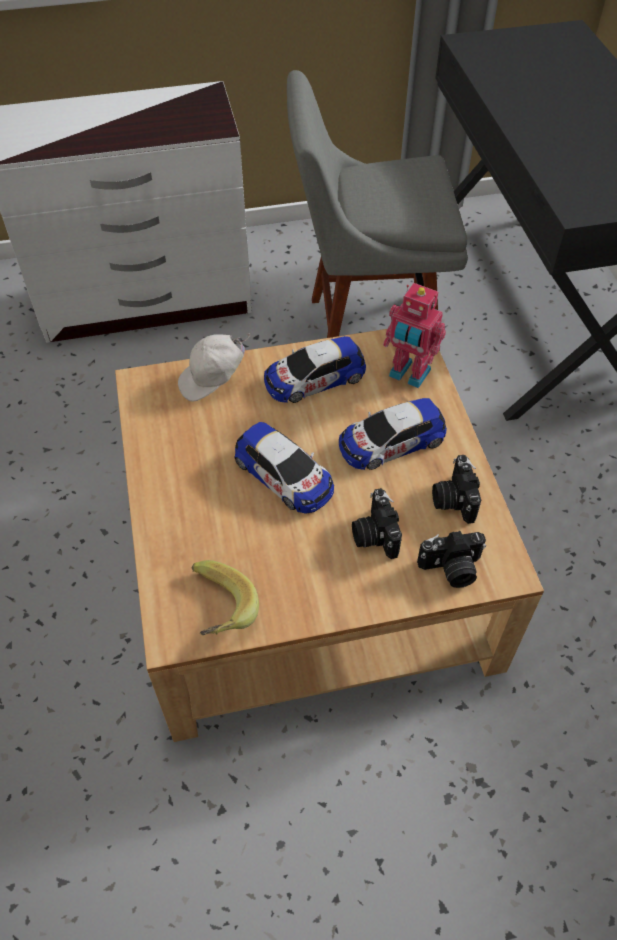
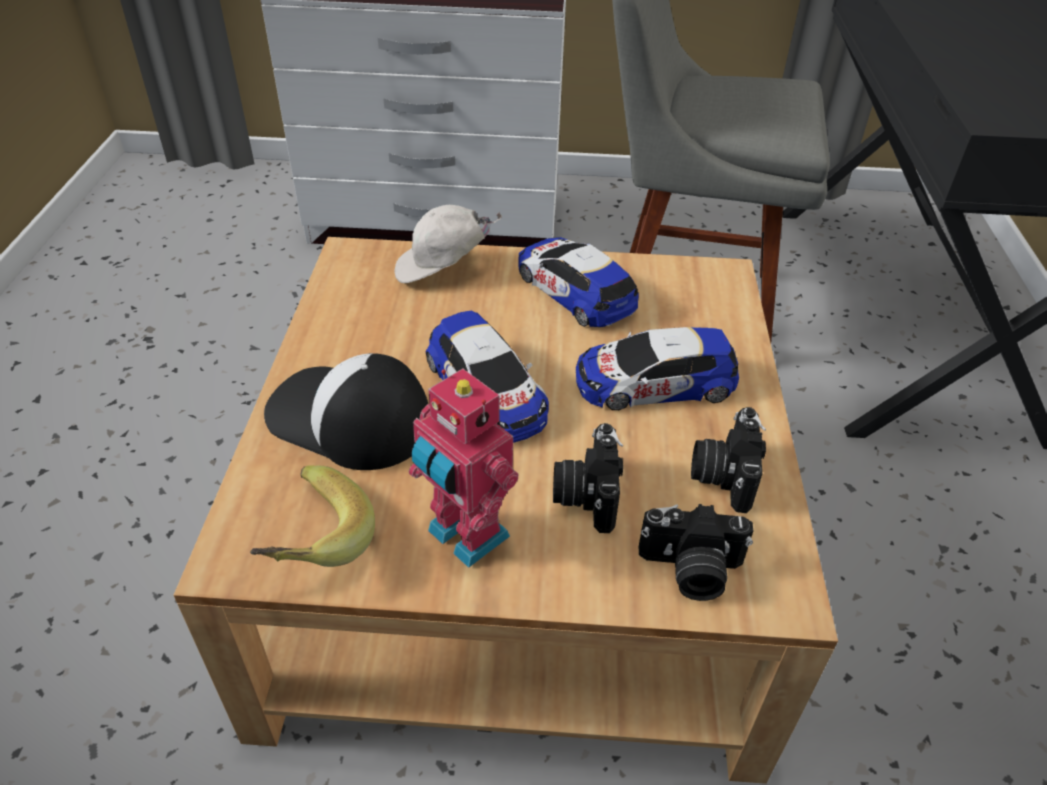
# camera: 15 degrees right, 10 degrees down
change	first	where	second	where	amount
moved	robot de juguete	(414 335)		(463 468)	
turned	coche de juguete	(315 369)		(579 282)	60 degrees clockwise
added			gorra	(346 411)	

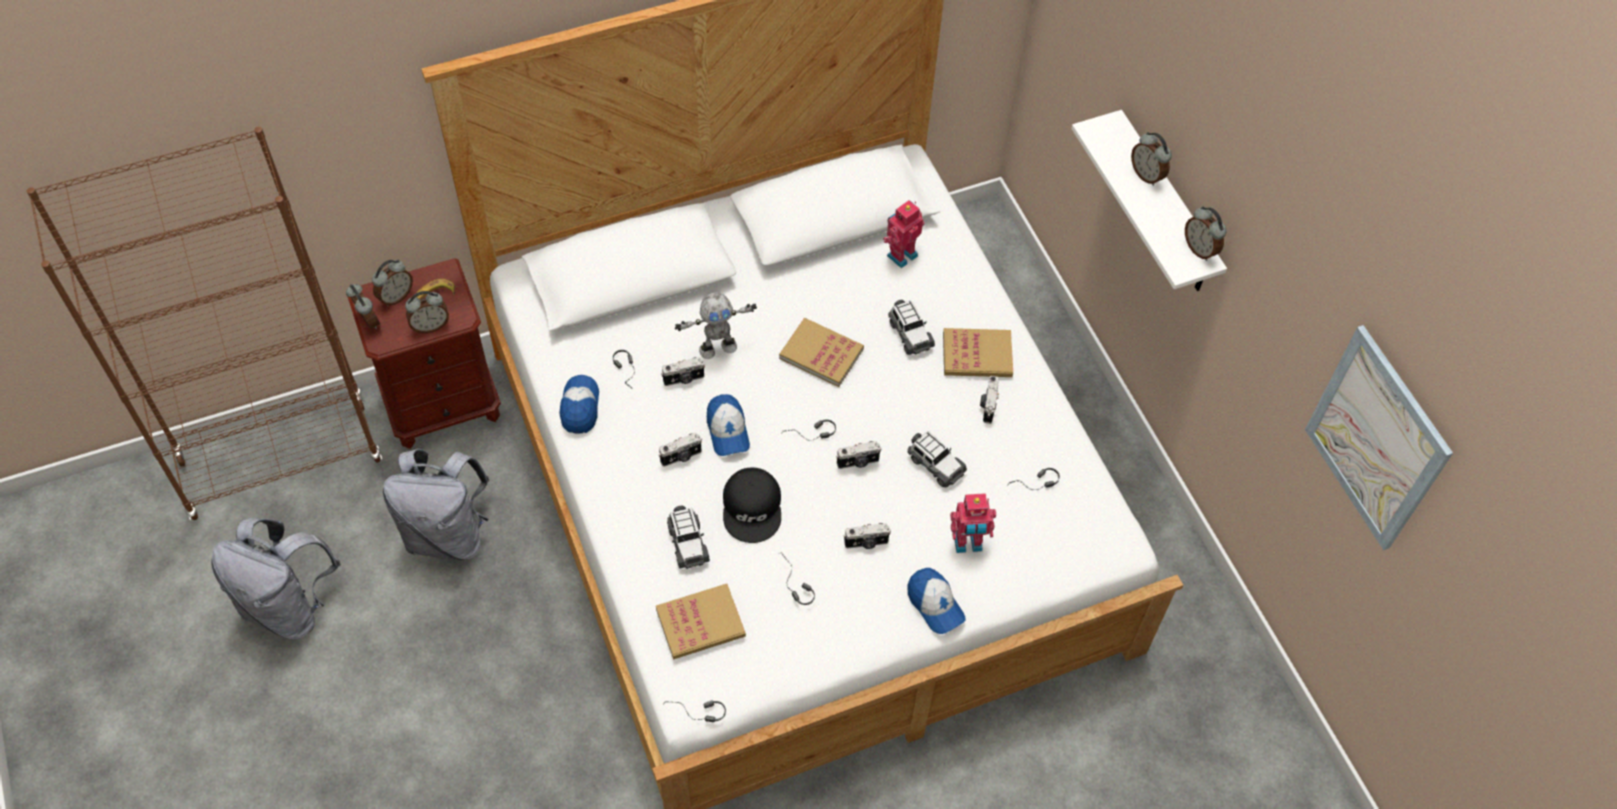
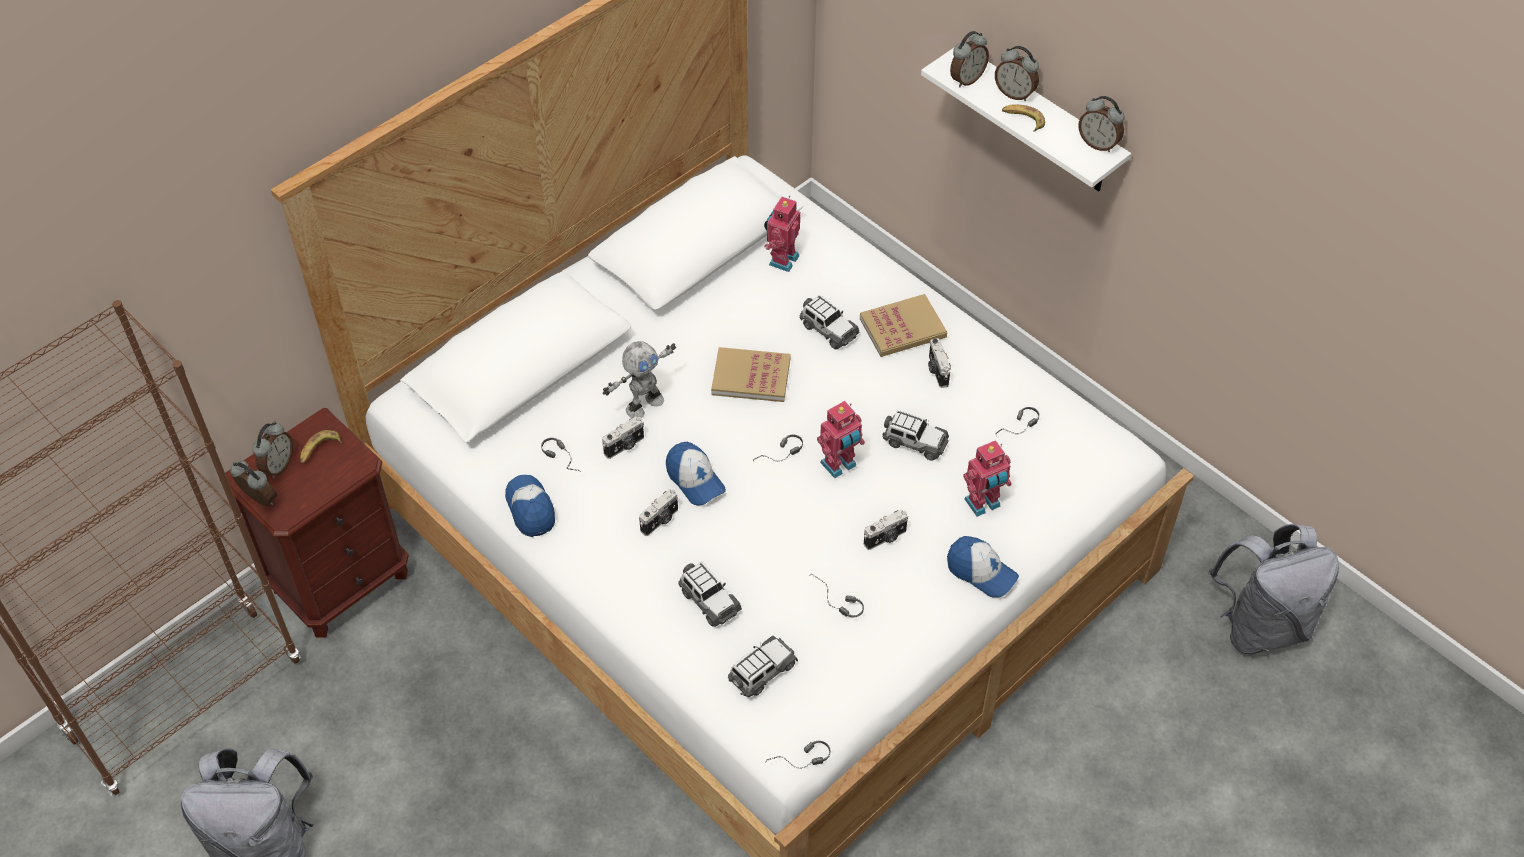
# camera: 20 degrees left, 5 degrees down
change	first	where	second	where	amount
moved	despertador	(427 312)		(969 59)	
removed	cuadro	(1379 437)			
replaced	cámara	(858 455)	robot de juguete	(841 439)	
moved	mochila/gris	(436 504)		(1273 589)	
removed	gorra/negro	(752 505)			
replaced	libro	(701 622)	coche de juguete	(763 666)	
added			plátano	(1023 118)	

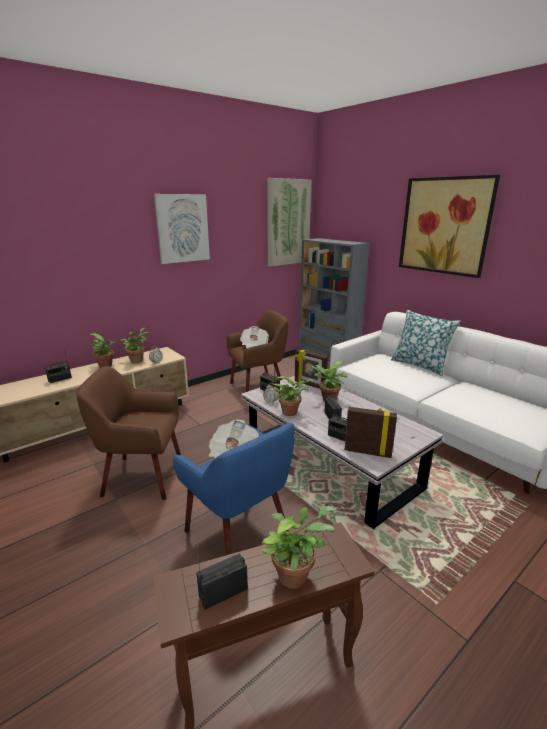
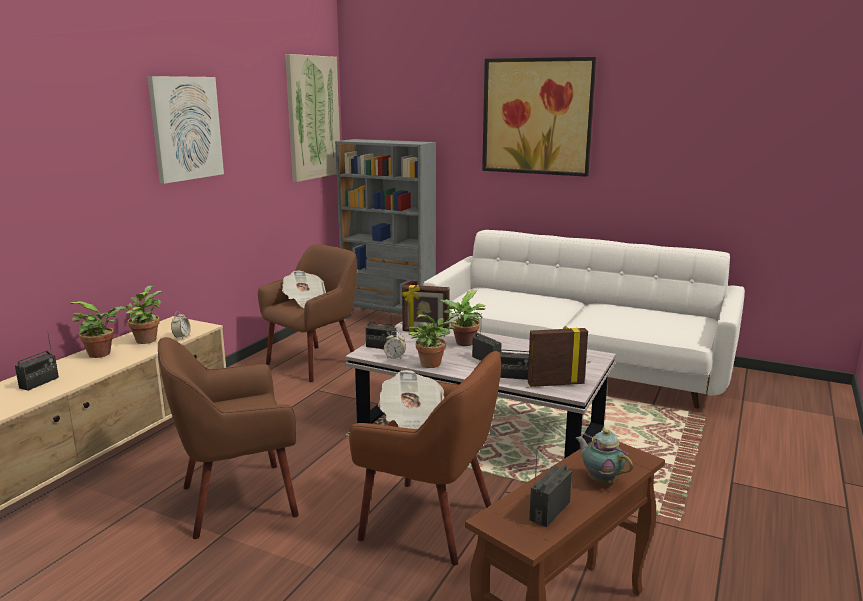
# camera: 25 degrees left, 5 degrees down
change	first	where	second	where	amount
removed	cojín	(426 343)			
recoloured	sillón/azul	(234 489)	sillón/marrón	(425 458)	
replaced	planta en maceta	(299 547)	tetera	(604 456)	

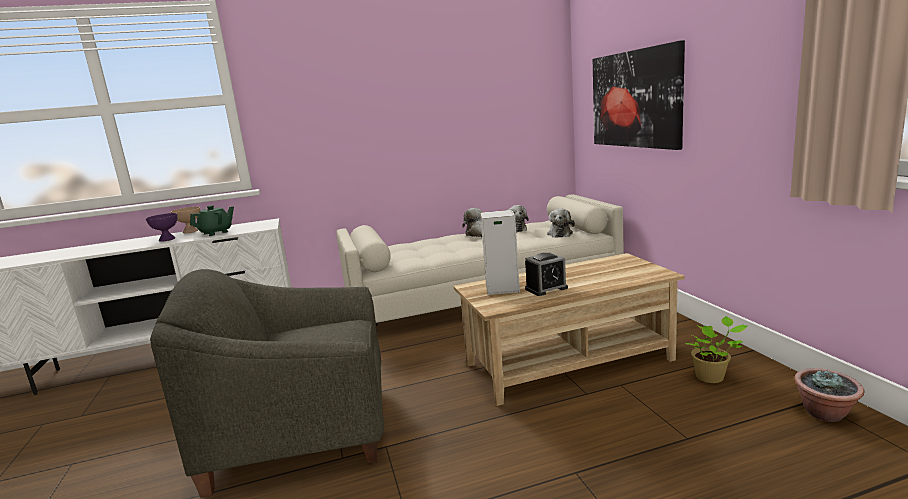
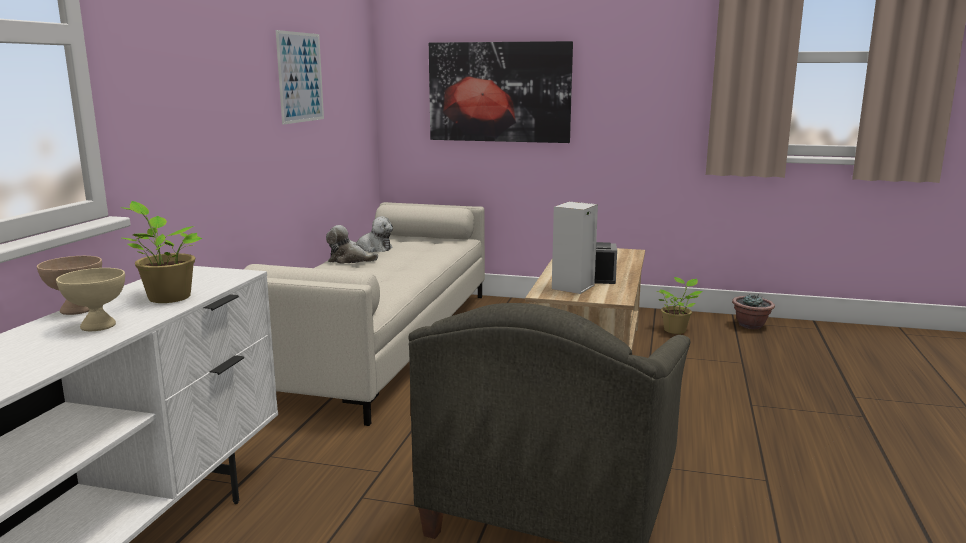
# camera: 60 degrees left, 0 degrees up
change	first	where	second	where	amount
replaced	tetera/verde	(212 220)	planta en maceta	(161 252)	
removed	peluche	(561 223)			
recoloured	cuenco/morado	(161 227)	cuenco/beis	(90 299)	
added			cuadro	(300 77)	

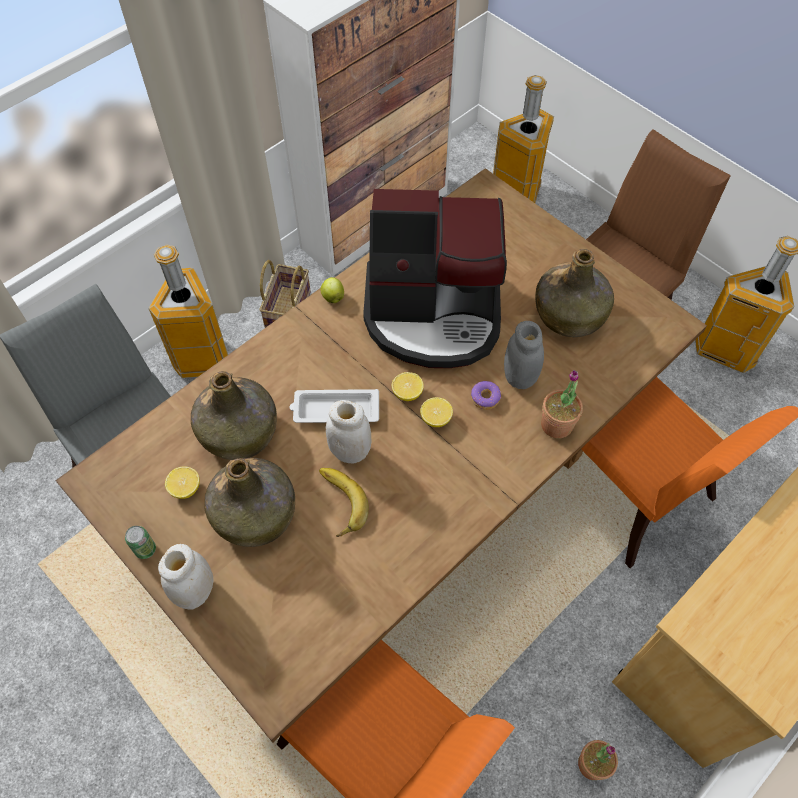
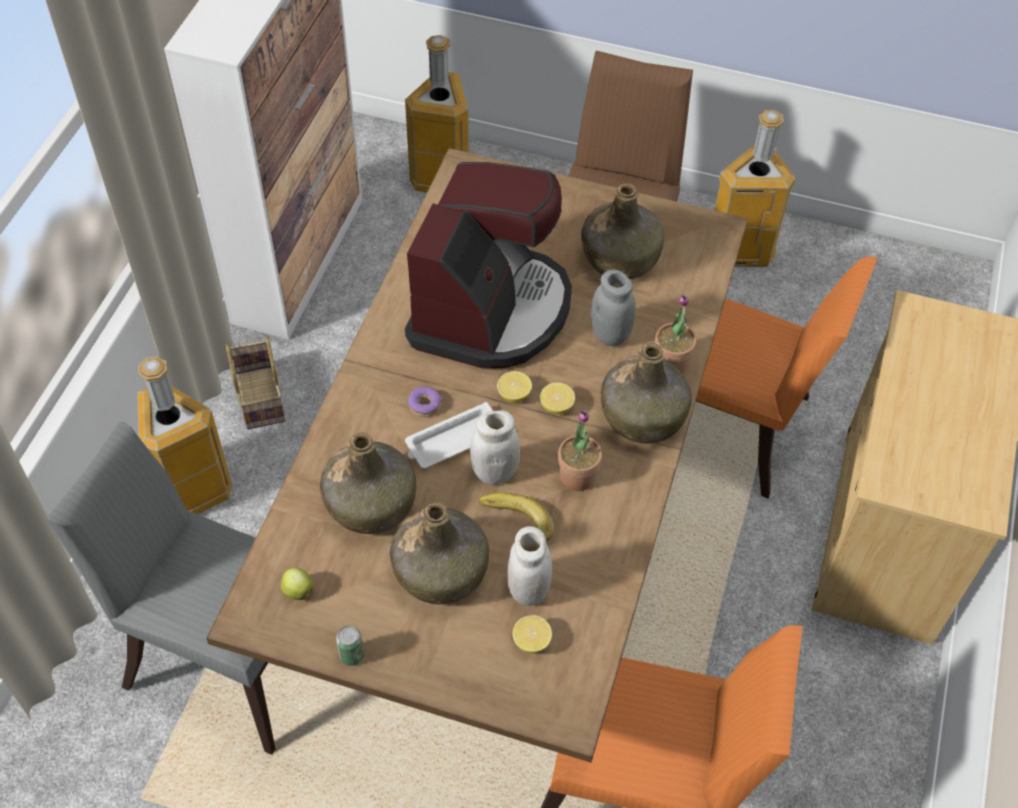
# camera: 30 degrees left, 5 degrees down
change	first	where	second	where	amount
turned	cafetera	(435 278)		(488 265)	45 degrees counterclockwise
moved	manzana	(332 290)		(297 584)	
moved	rosquilla	(486 395)		(425 401)	
moved	limón	(182 482)		(532 634)	
moved	tarro/blanco	(185 577)		(529 566)	
moved	planta en maceta	(598 760)		(580 450)	
added			botella/verde	(646 393)	

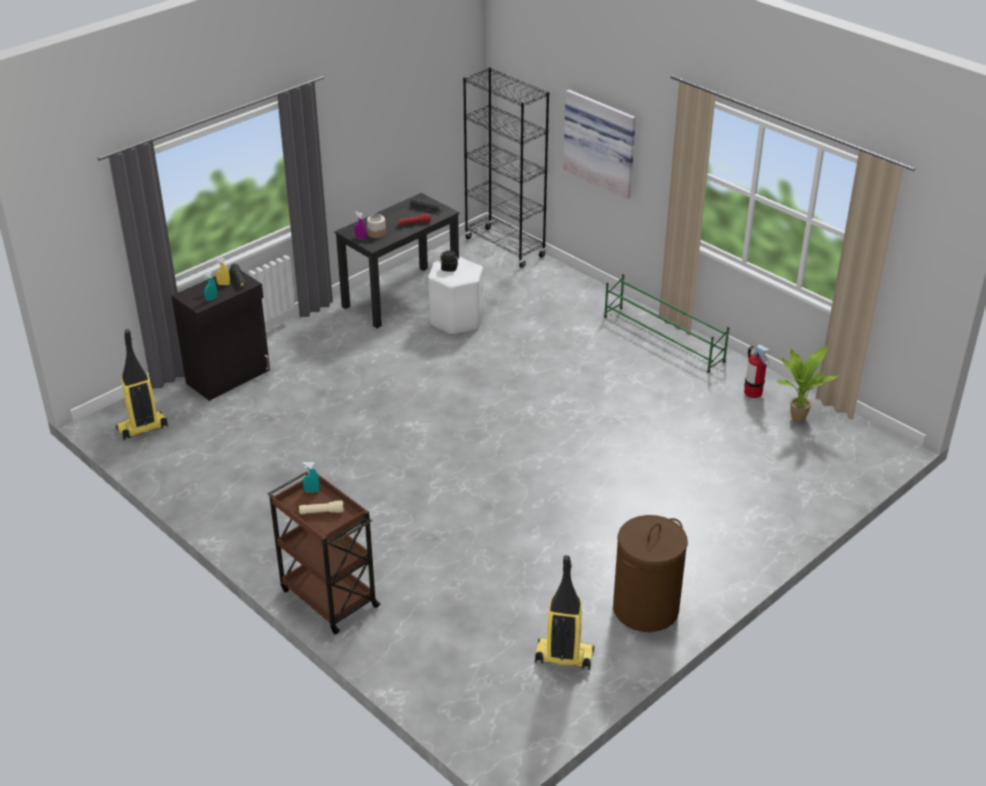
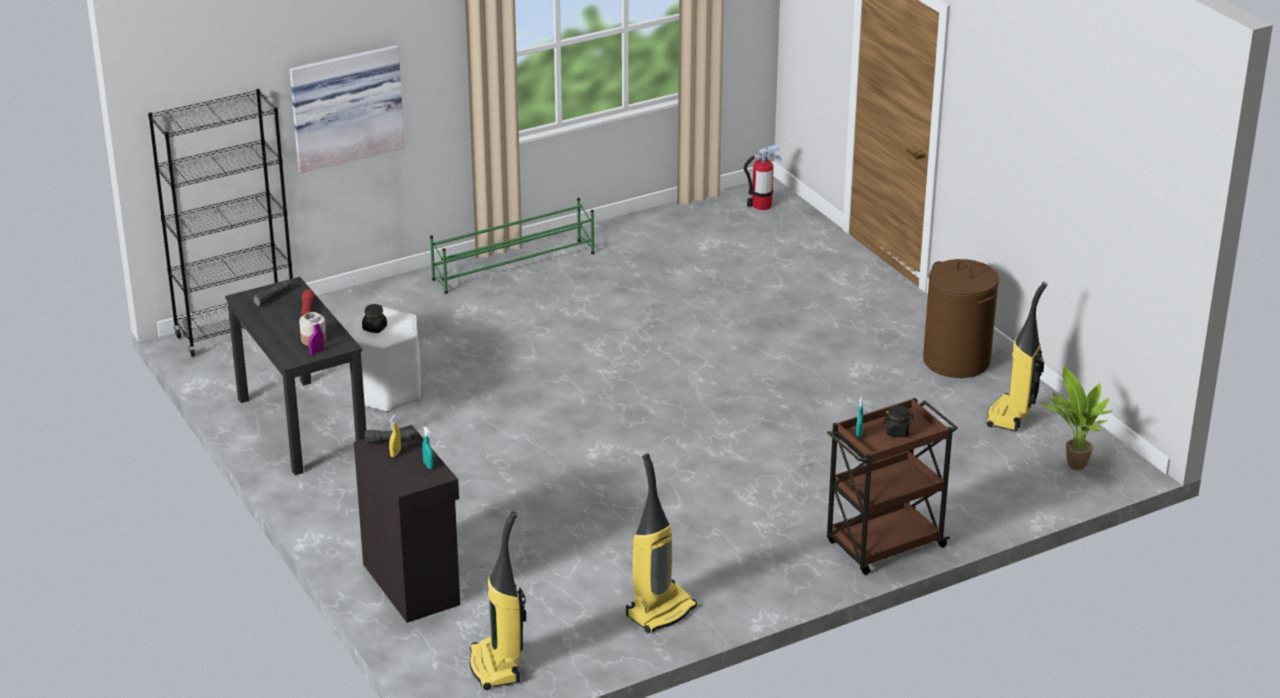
# camera: 75 degrees left, 5 degrees down
change	first	where	second	where	amount
moved	extintor	(757 371)		(763 177)	
moved	planta en maceta	(807 383)		(1077 418)	
replaced	linterna/beis	(321 507)	tarro/negro	(899 421)	
added			aspiradora	(661 543)	

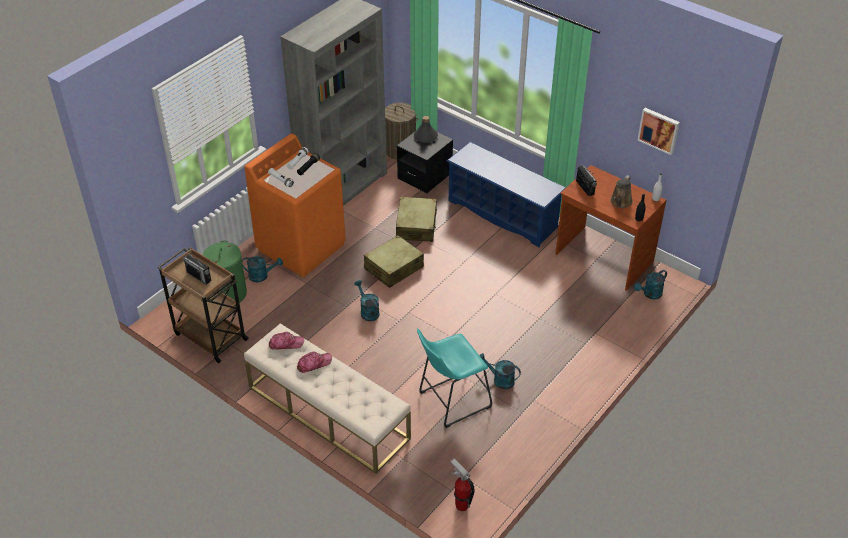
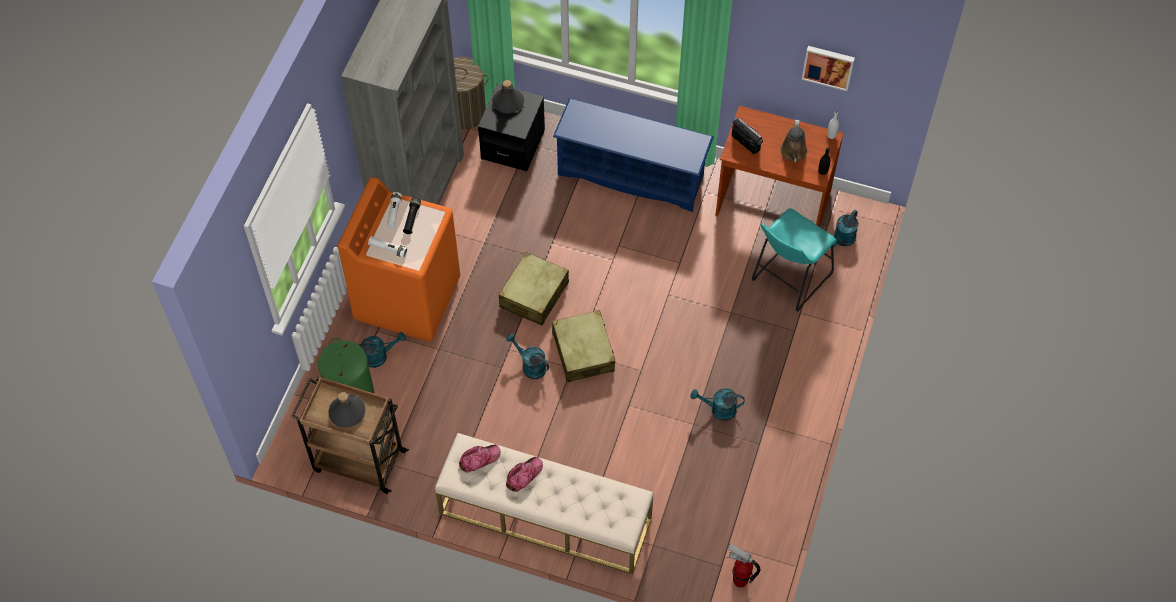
# camera: 20 degrees left, 15 degrees up
change	first	where	second	where	amount
moved	maleta/beis	(416 219)		(583 346)	
replaced	radio	(197 268)	botella/gris	(346 410)	
moved	taburete/turquesa	(454 378)		(794 260)	

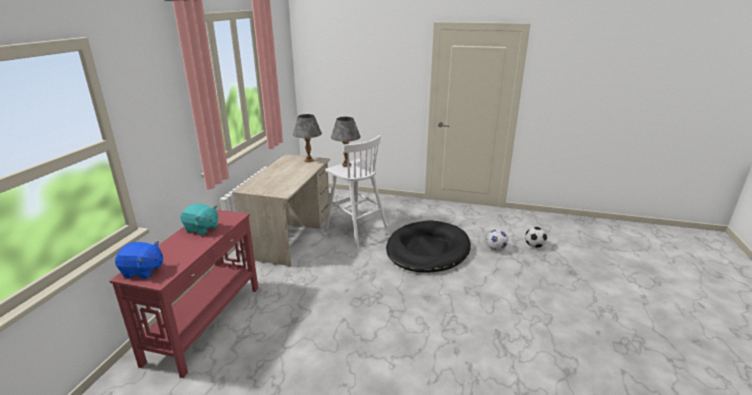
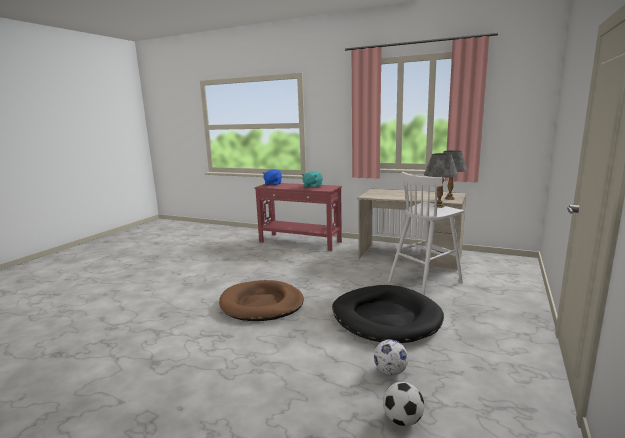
# camera: 100 degrees right, 10 degrees down
change	first	where	second	where	amount
added			cama para perro/marrón	(261 300)	

